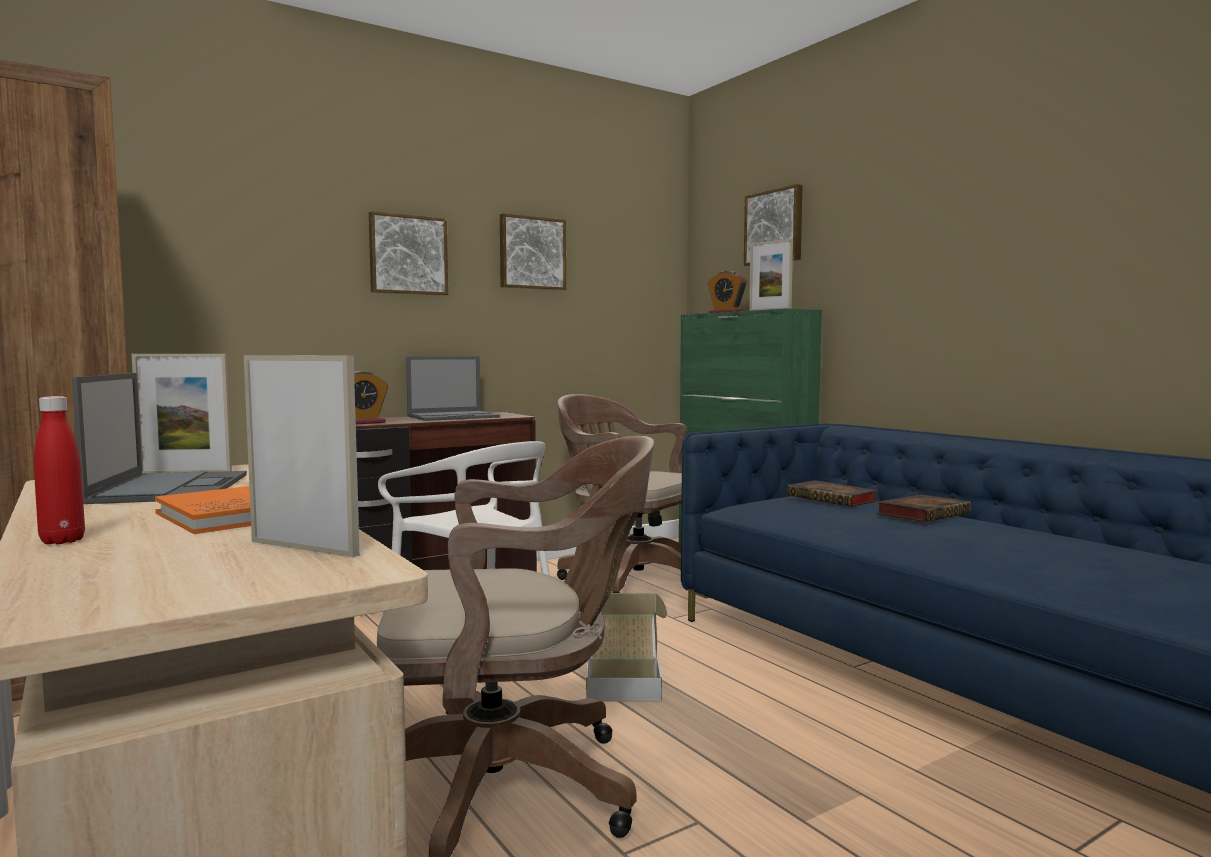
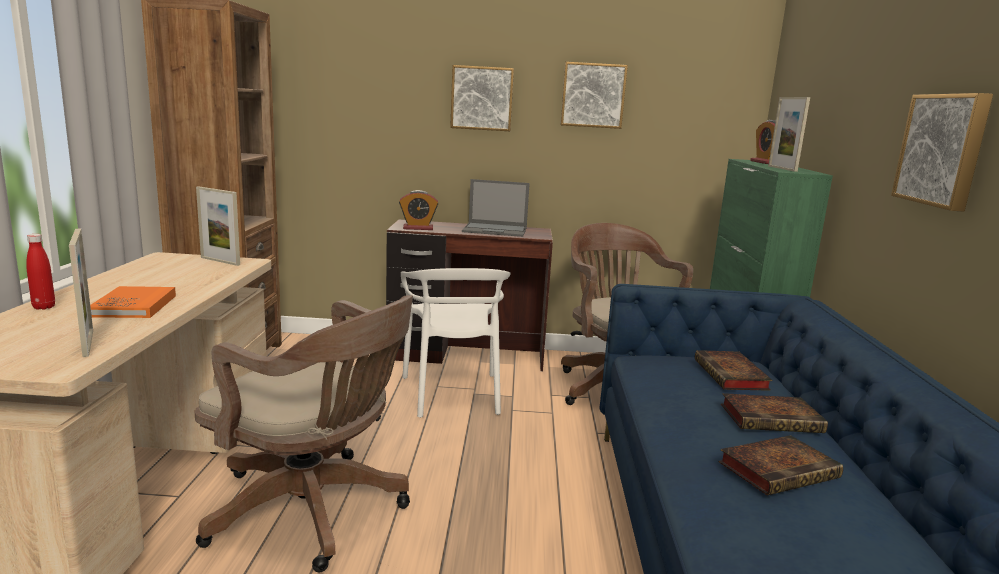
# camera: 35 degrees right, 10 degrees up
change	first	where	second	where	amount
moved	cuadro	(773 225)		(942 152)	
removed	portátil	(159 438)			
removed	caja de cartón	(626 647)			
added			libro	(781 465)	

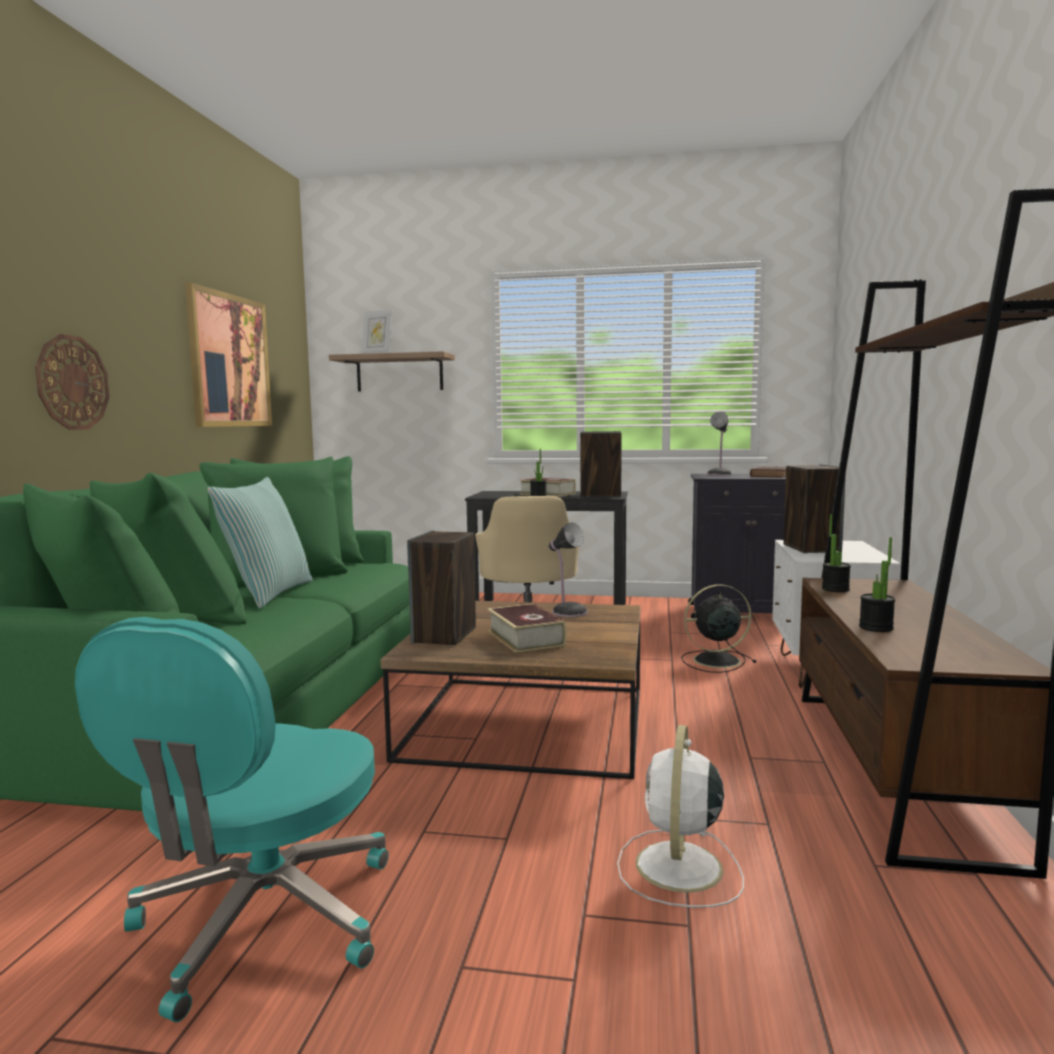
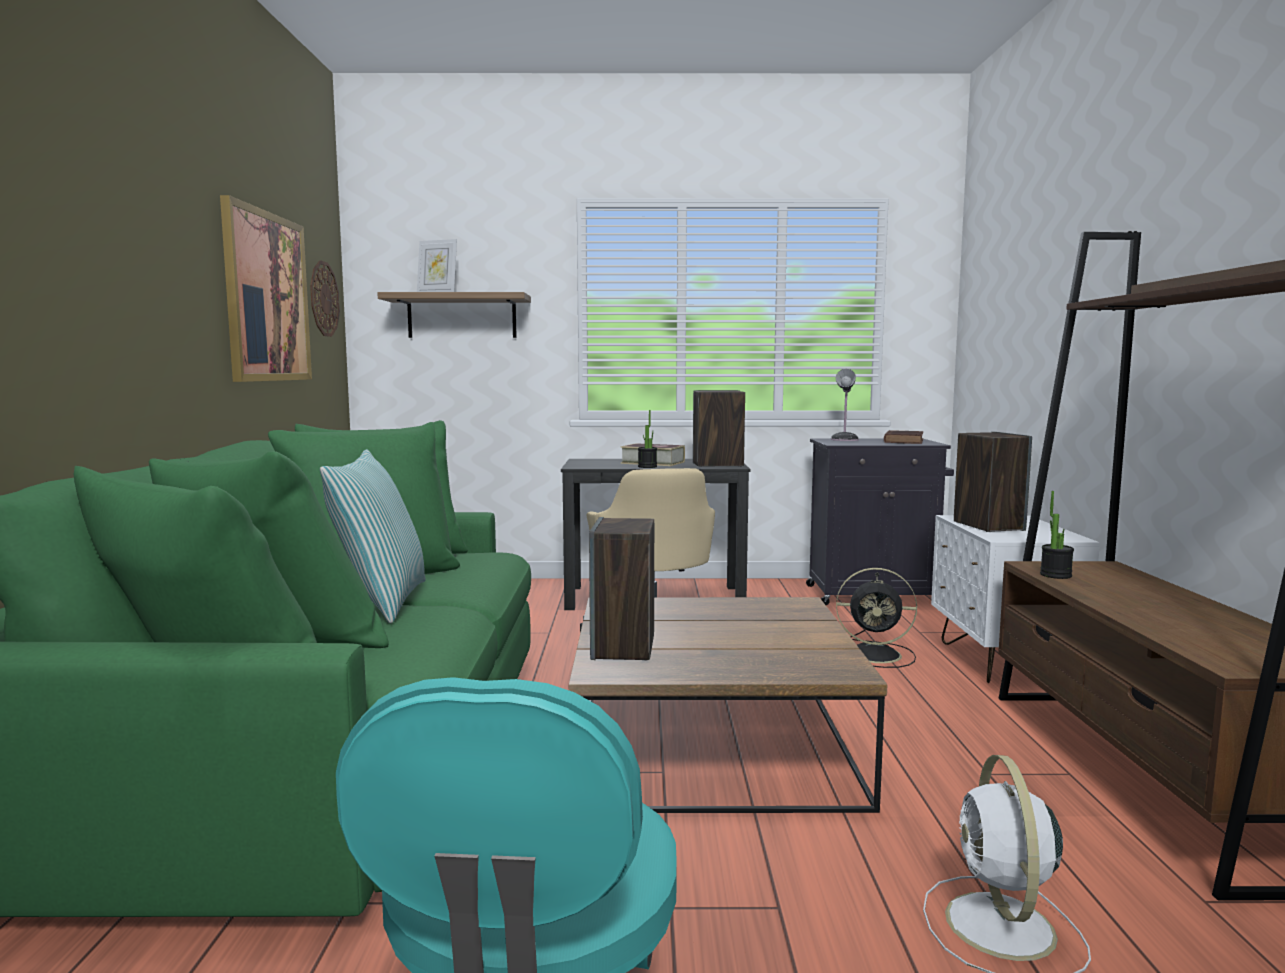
# camera: 10 degrees left, 0 degrees up
change	first	where	second	where	amount
moved	reloj de pared	(72 382)		(325 298)	
removed	lámpara de mesa	(568 569)			
removed	planta en maceta	(877 584)			
turned	ventilador/negro	(718 628)		(876 618)	150 degrees counterclockwise
removed	libro	(527 628)			

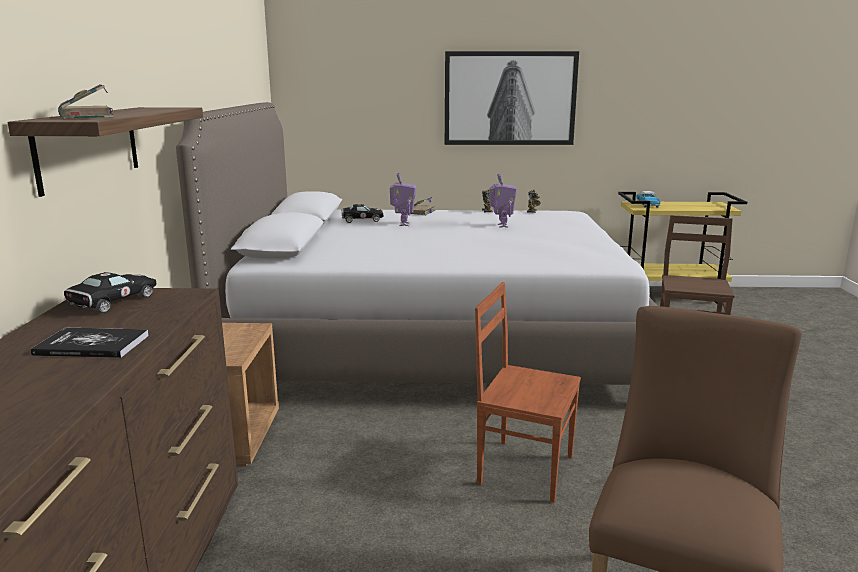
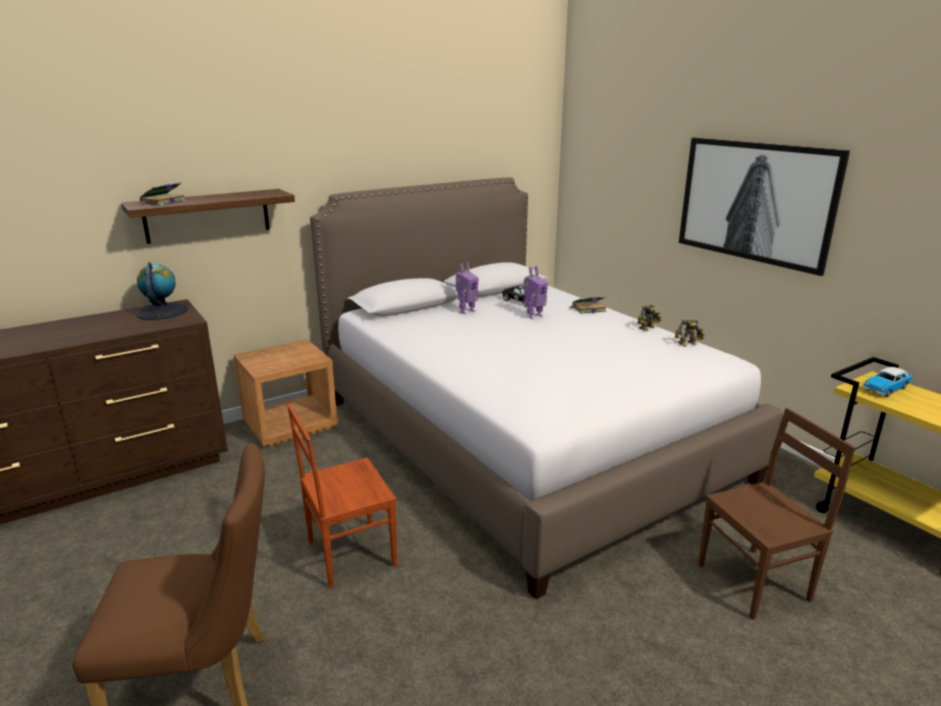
# camera: 55 degrees right, 5 degrees up
change	first	where	second	where	amount
moved	robot de juguete	(503 201)		(467 288)	
replaced	coche de juguete/negro	(110 292)	globo terráqueo	(162 291)	
turned	silla/marrón	(528 392)		(342 495)	105 degrees counterclockwise
removed	libro	(90 343)			

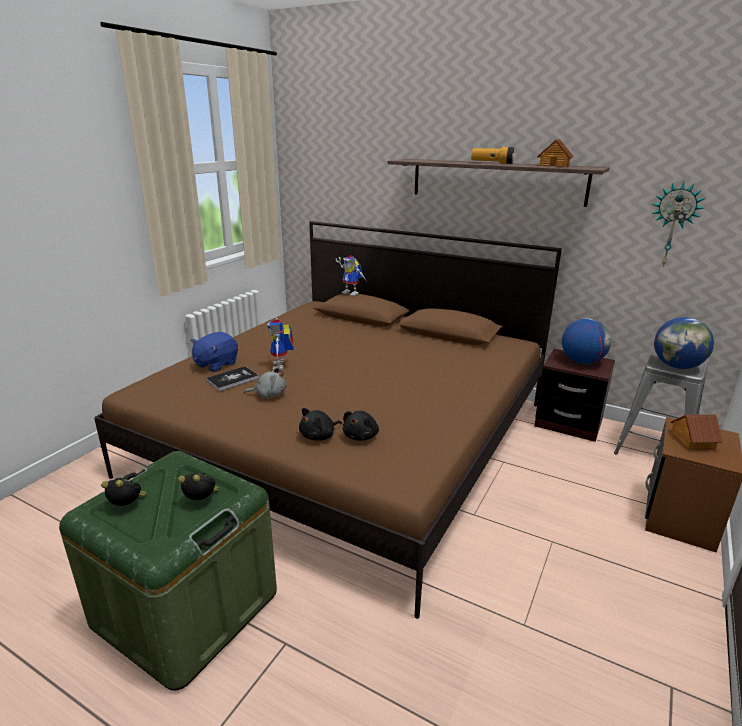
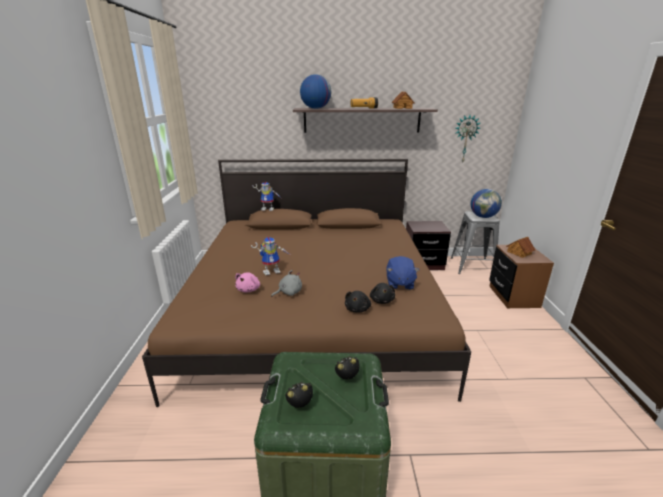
# camera: 30 degrees left, 0 degrees up
change	first	where	second	where	amount
turned	robot de juguete	(280 344)		(270 256)	75 degrees counterclockwise
moved	globo terráqueo	(586 341)		(315 91)	
moved	peluche/azul	(214 352)		(402 273)	
replaced	libro	(232 378)	peluche/rosa	(247 282)	

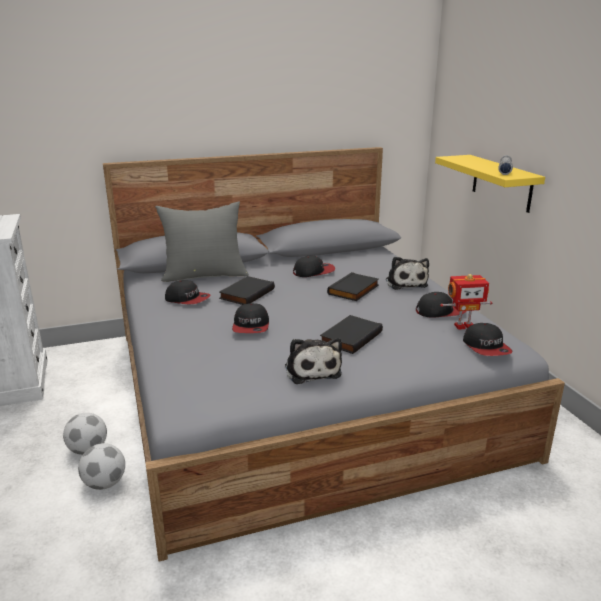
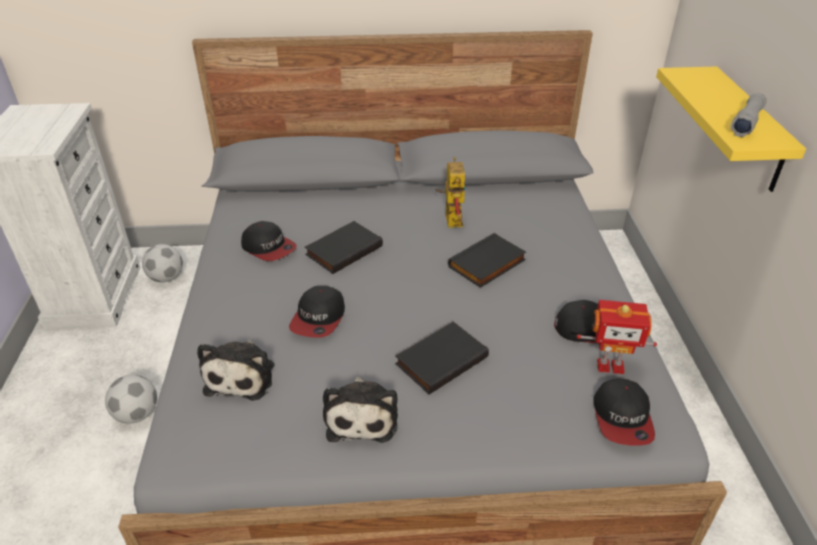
# camera: 15 degrees right, 15 degrees up
change	first	where	second	where	amount
removed	cojín/gris	(202 242)			
replaced	gorra	(314 266)	robot de juguete	(450 192)	
moved	peluche	(407 273)		(236 370)	
moved	balón de fútbol	(101 466)		(162 263)	

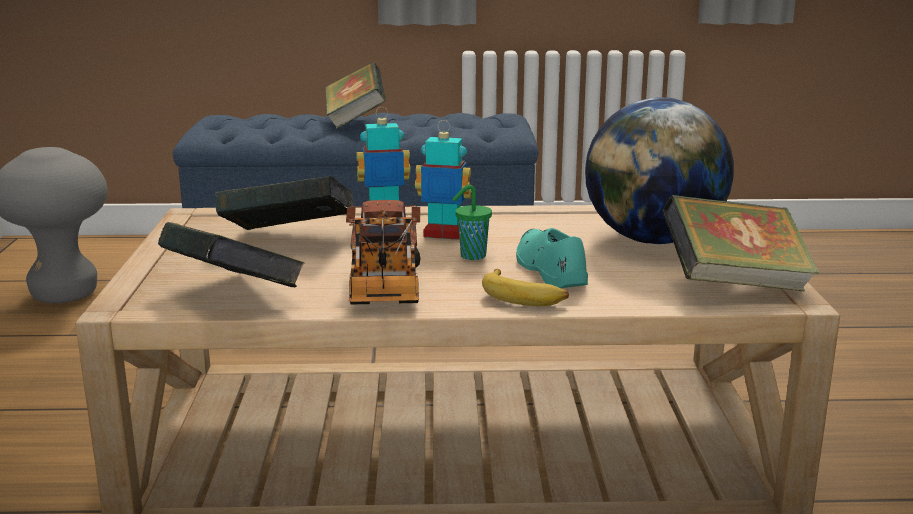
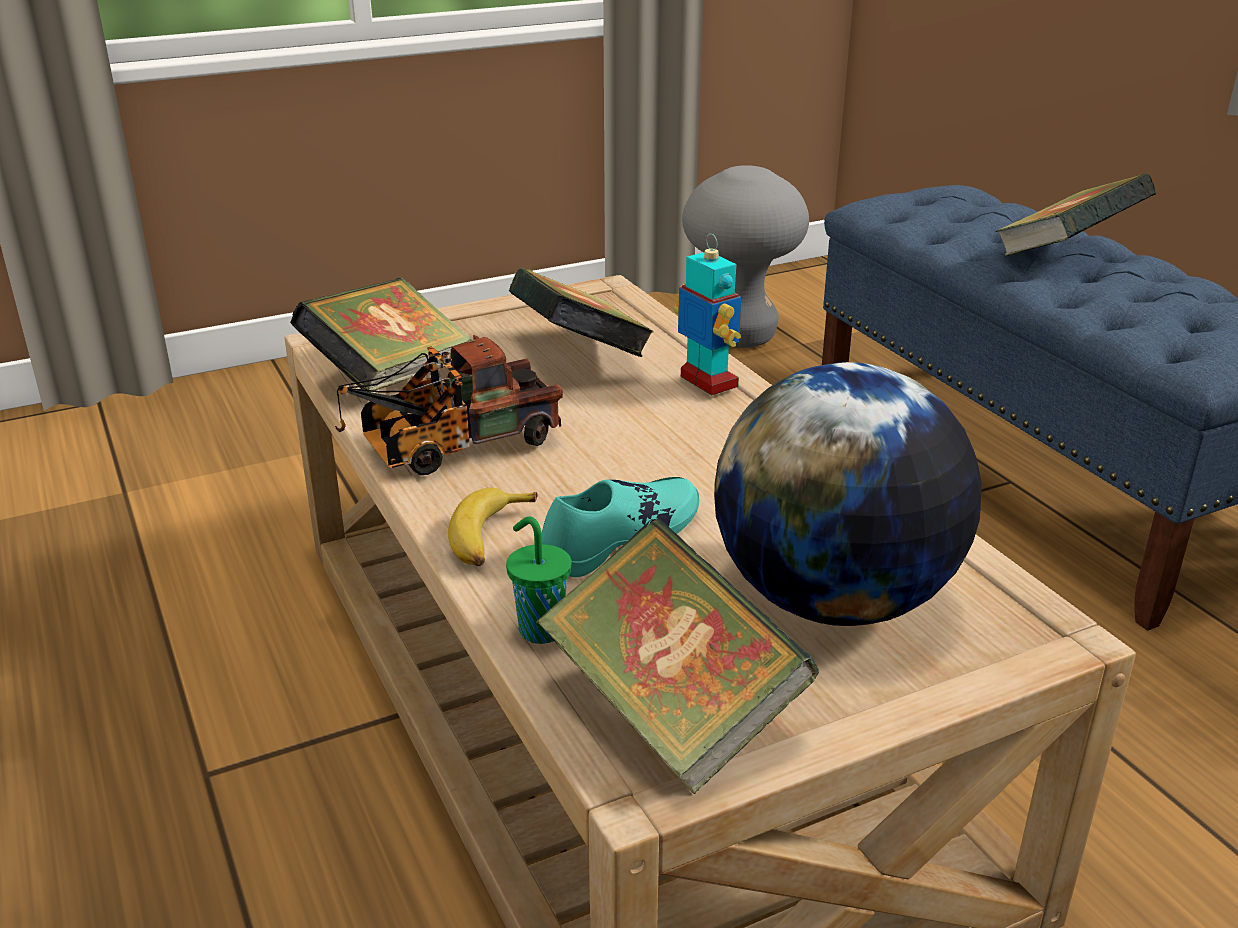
# camera: 65 degrees right, 10 degrees up
change	first	where	second	where	amount
removed	robot de juguete	(443 180)			
moved	taza/verde	(472 222)		(539 580)	

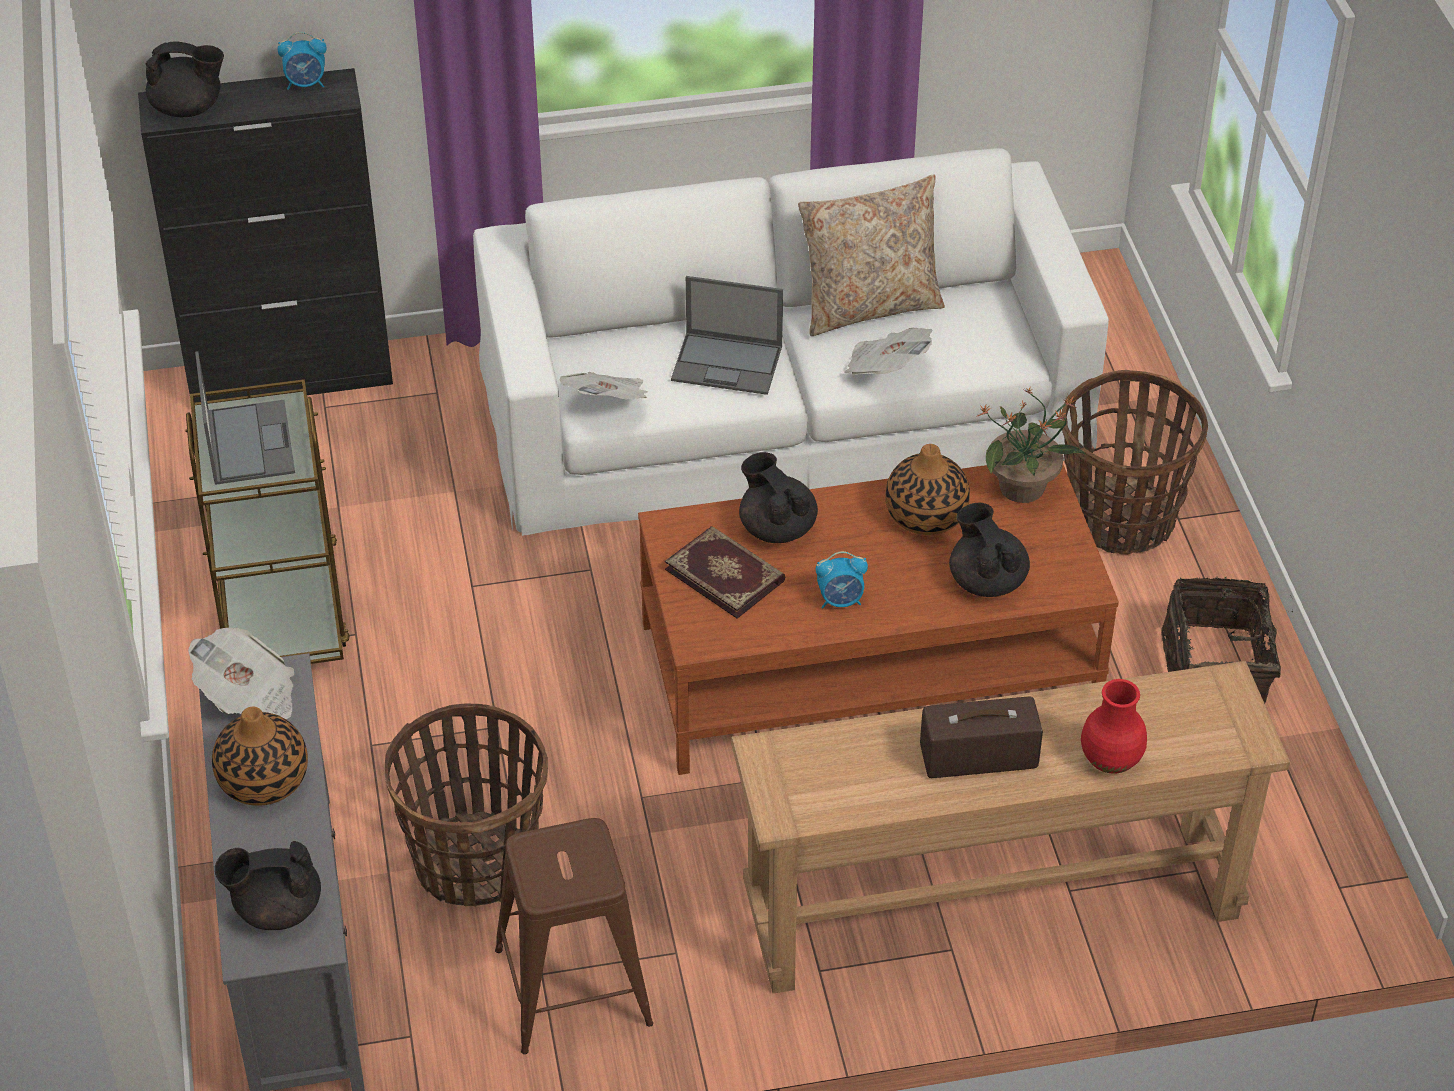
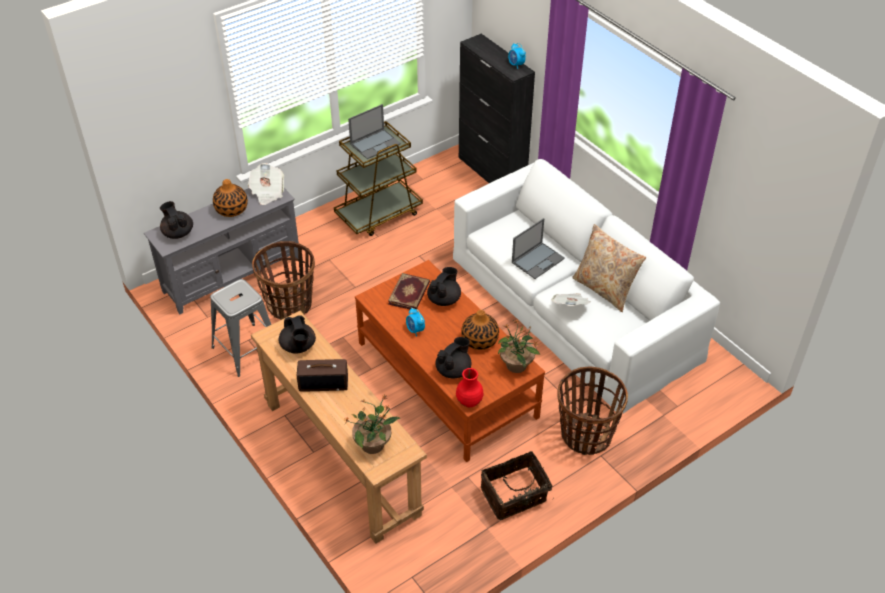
# camera: 65 degrees right, 0 degrees up
change	first	where	second	where	amount
moved	tetera/negro	(185 79)		(297 334)	
turned	portátil	(727 335)		(538 248)	120 degrees counterclockwise
removed	periódico	(603 385)			
moved	florero/rojo	(1114 726)		(469 387)	
turned	radio	(981 737)		(322 375)	120 degrees clockwise
recoloured	taburete/marrón	(574 936)	taburete/gris	(240 328)	
added			planta en maceta	(371 424)	

